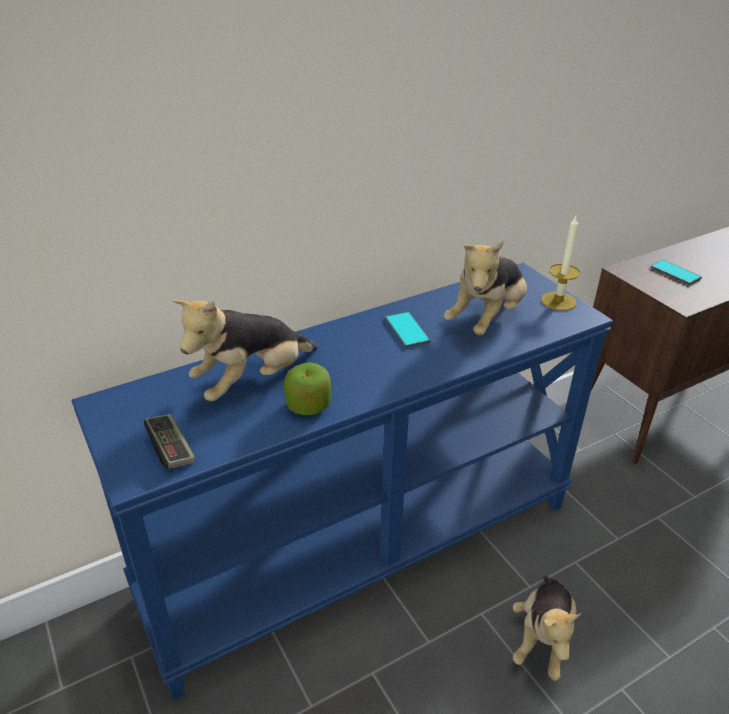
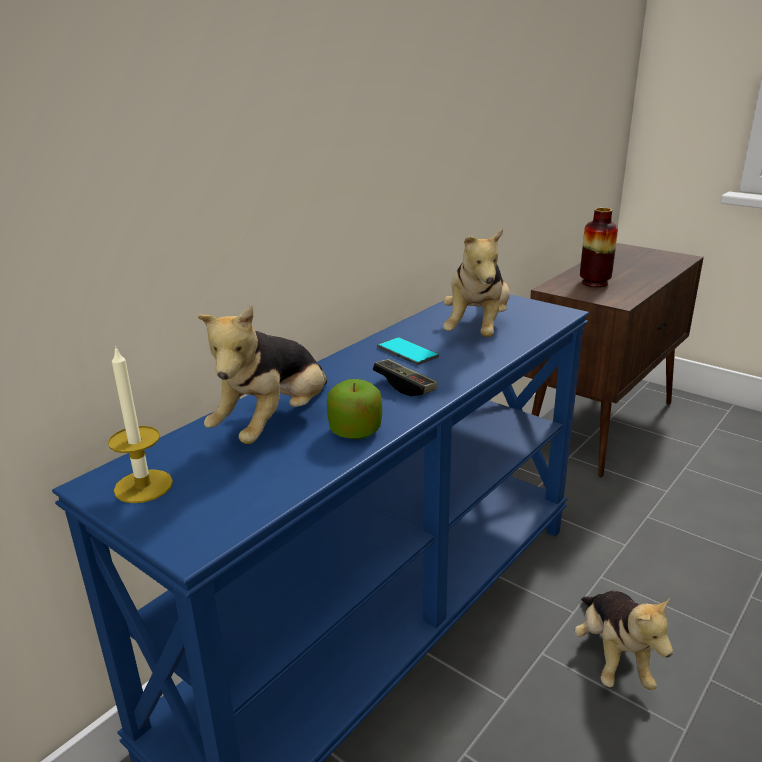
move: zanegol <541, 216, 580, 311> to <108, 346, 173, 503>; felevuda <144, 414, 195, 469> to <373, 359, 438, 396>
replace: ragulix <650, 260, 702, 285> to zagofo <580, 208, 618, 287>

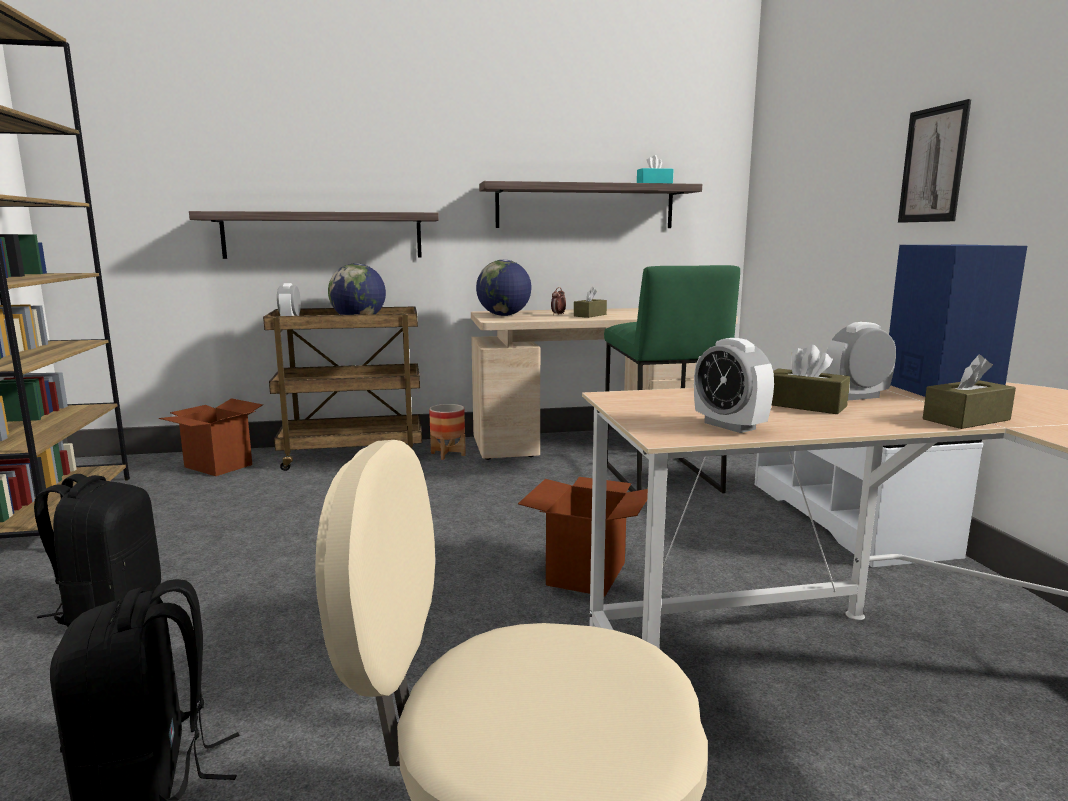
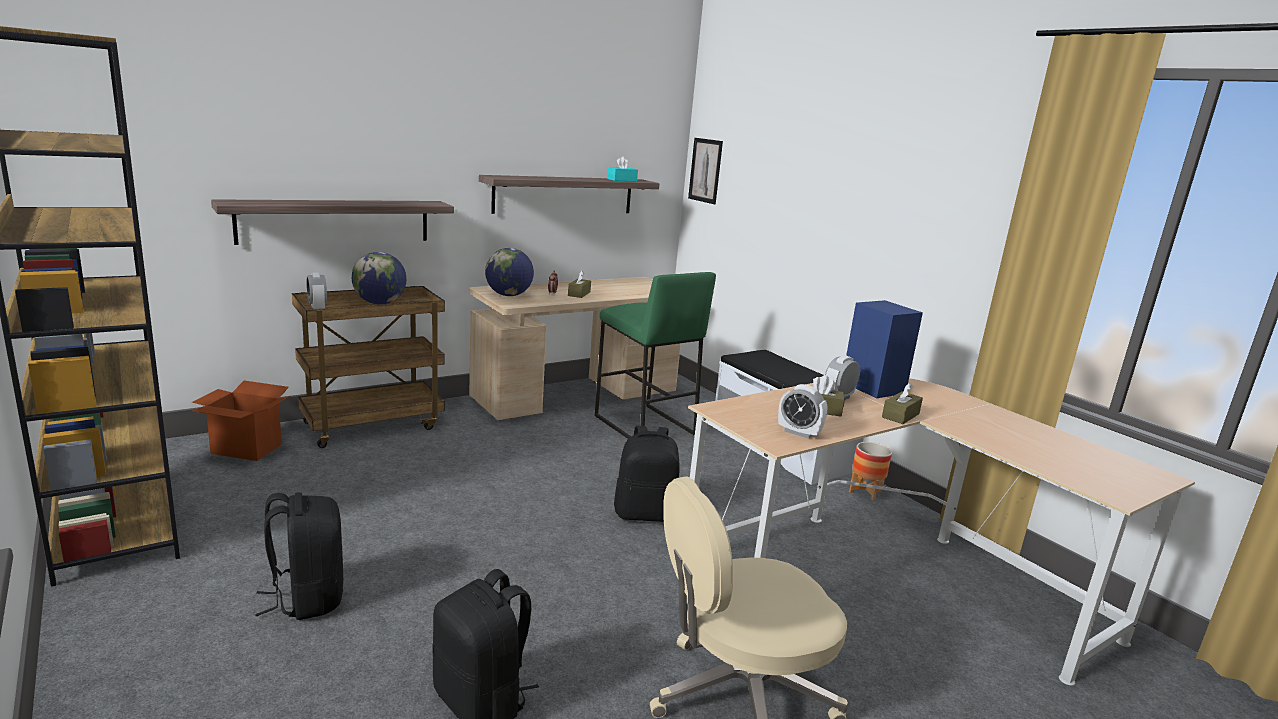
move: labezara <898, 99, 971, 223> to <688, 138, 723, 204>; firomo <429, 404, 466, 460> to <849, 442, 892, 500>
replace: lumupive <518, 477, 648, 597> to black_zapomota <614, 426, 680, 522>

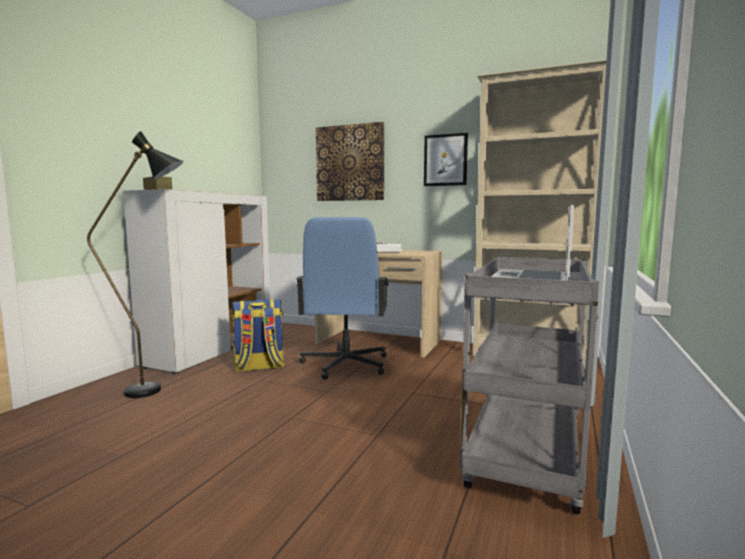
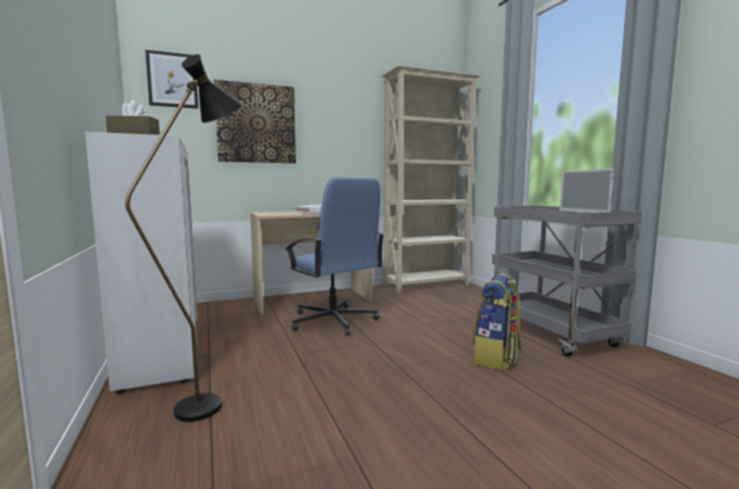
move: labezara <424, 133, 468, 186> to <145, 50, 198, 109>; zapomota <231, 299, 284, 372> to <472, 273, 521, 370>

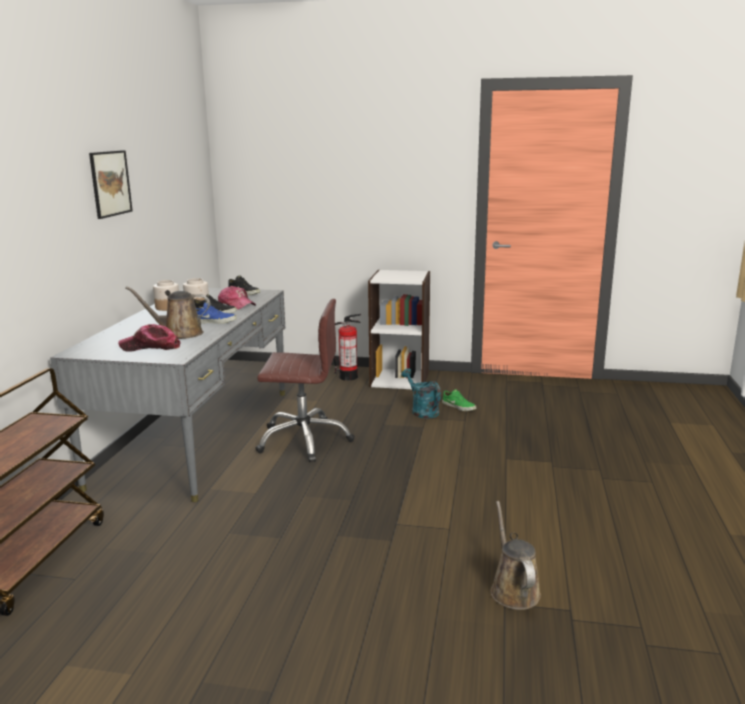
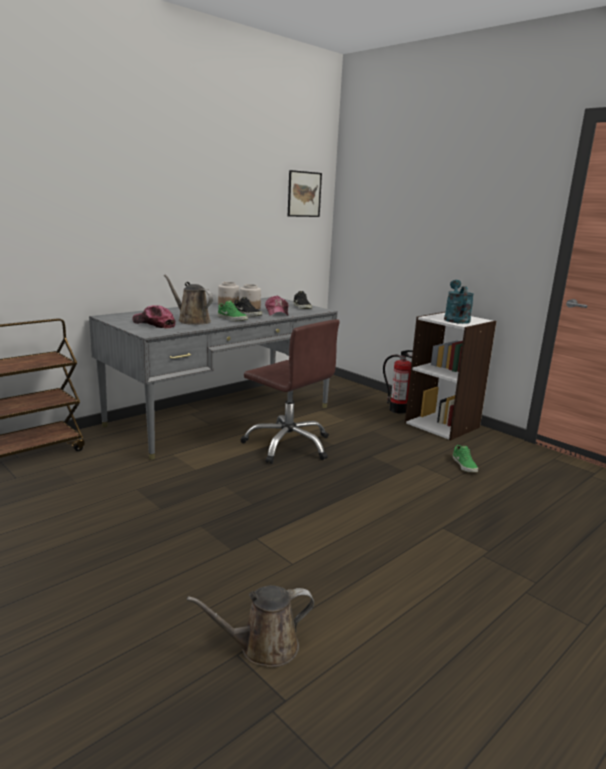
move: labezara <89, 150, 133, 219> to <288, 170, 322, 217>; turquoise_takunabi <401, 368, 441, 418> to <444, 280, 474, 324>
recolor: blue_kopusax <196, 302, 237, 324> to green_kopusax <218, 301, 248, 321>
rotate: brown_takunabi <491, 501, 541, 610> = <187, 585, 314, 667> 135 degrees counterclockwise

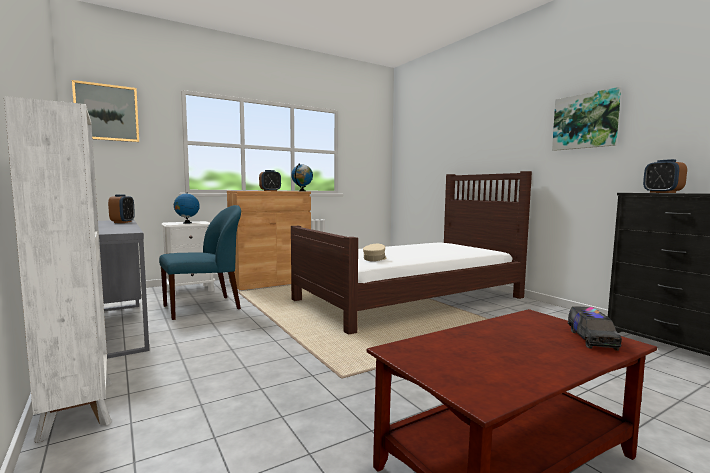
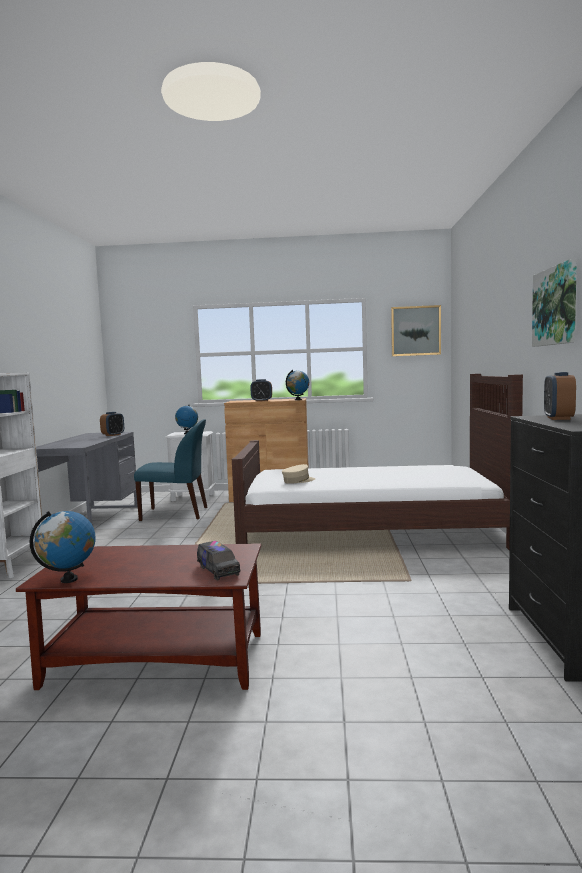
insert: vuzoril <30, 511, 95, 583>
move: labezara <72, 80, 139, 142> to <391, 305, 441, 356>
rotate: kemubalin <567, 306, 622, 351> = <197, 541, 240, 580> 75 degrees counterclockwise

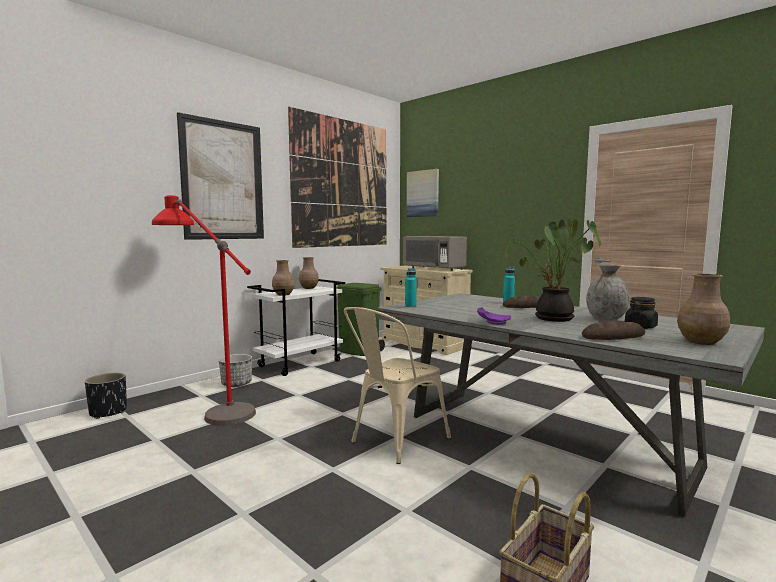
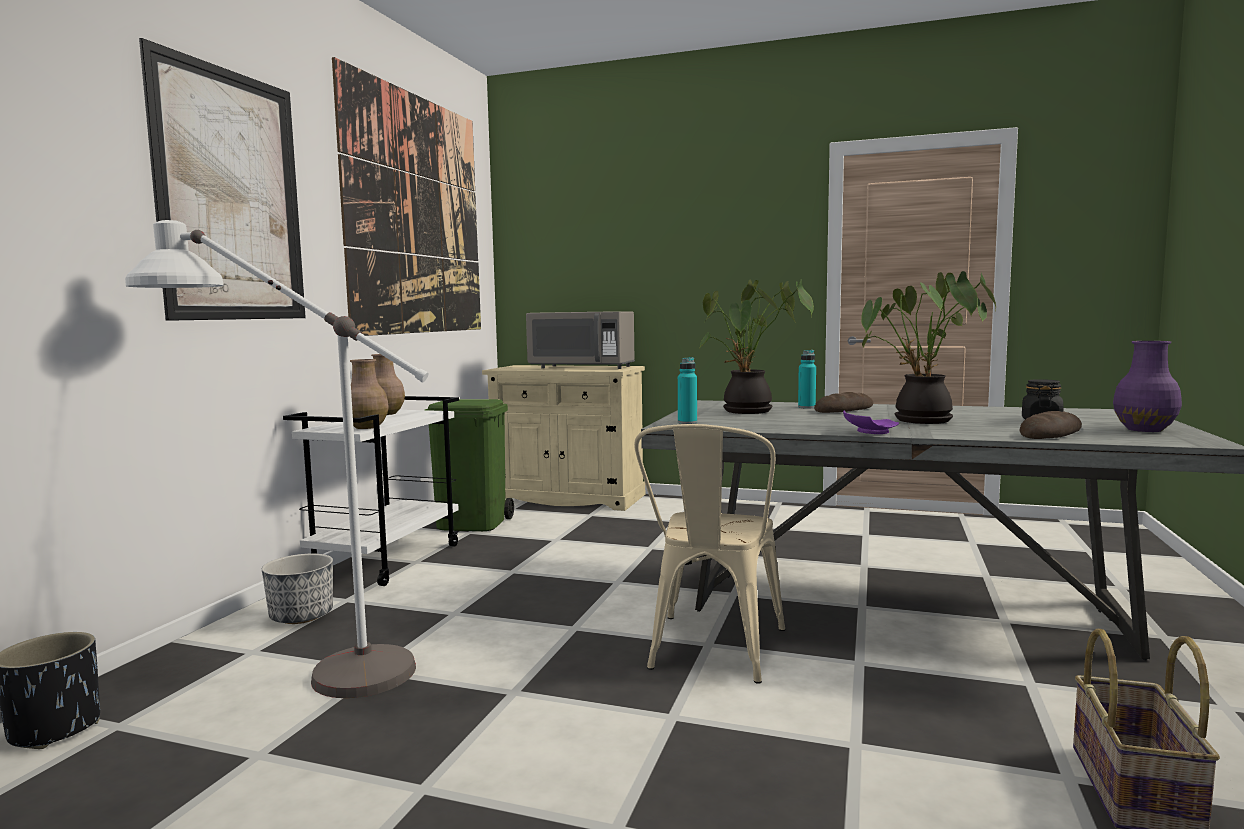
delete: labezara <407, 169, 439, 217>; grey_zagofo <586, 265, 629, 320>
insert: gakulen <700, 279, 814, 414>
recolor: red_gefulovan <152, 195, 256, 426> to white_gefulovan <125, 220, 429, 698>; brown_zagofo <677, 274, 730, 345> to purple_zagofo <1113, 341, 1182, 432>

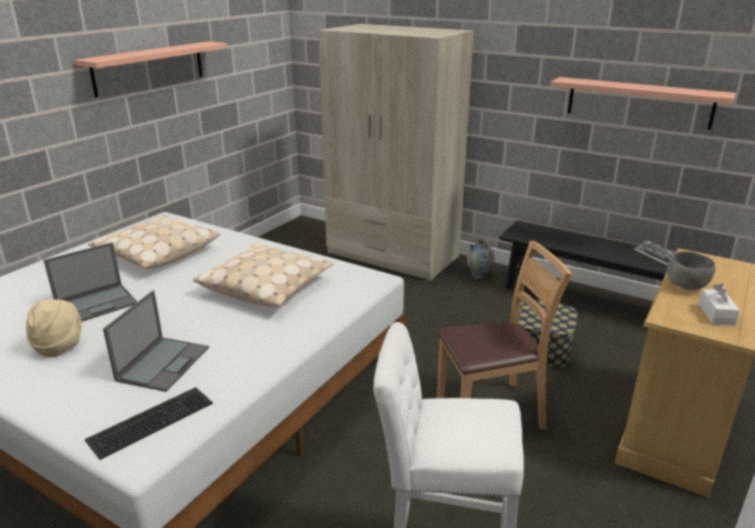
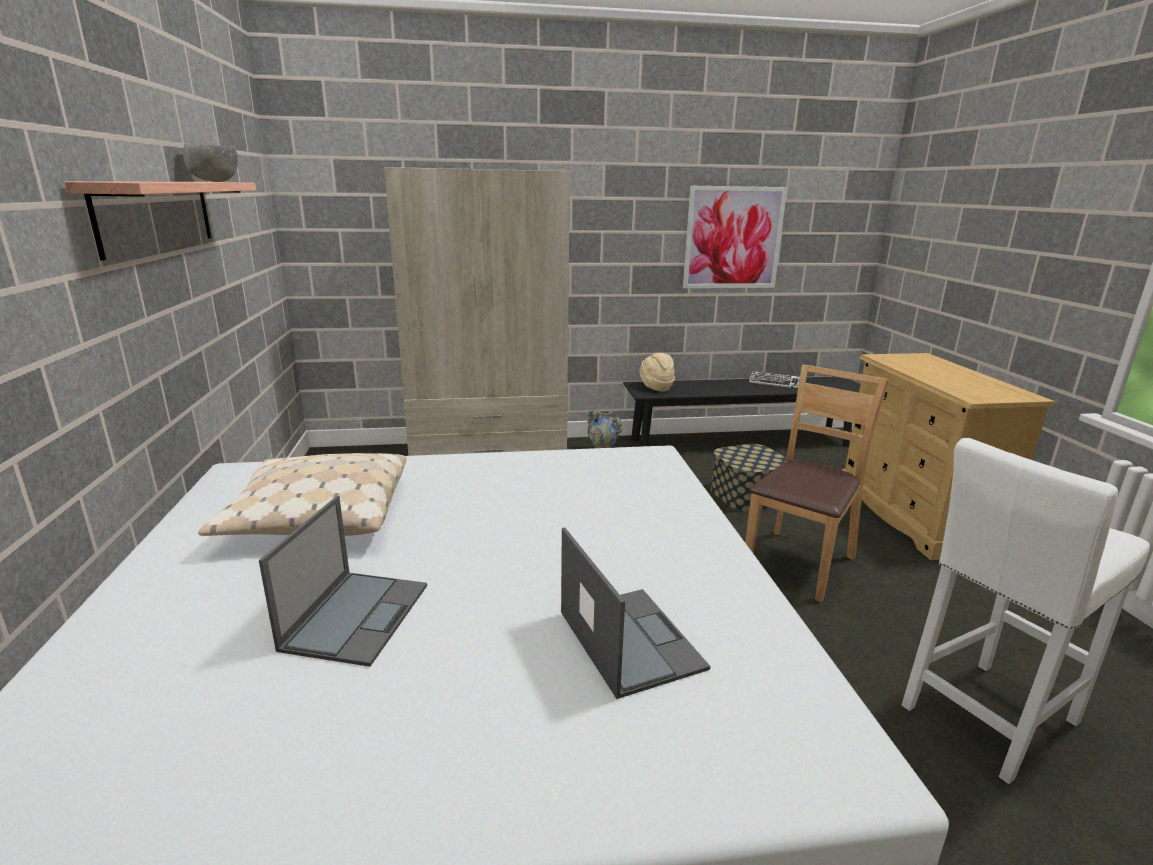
delete: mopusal <85, 387, 213, 460>; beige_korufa <193, 243, 334, 307>; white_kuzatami <699, 283, 740, 326>
move: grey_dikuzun <667, 251, 715, 290> to <183, 143, 238, 182>; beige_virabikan <26, 299, 82, 357> to <639, 353, 675, 392>
replace: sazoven <550, 77, 736, 130> to labezara <683, 186, 787, 288>

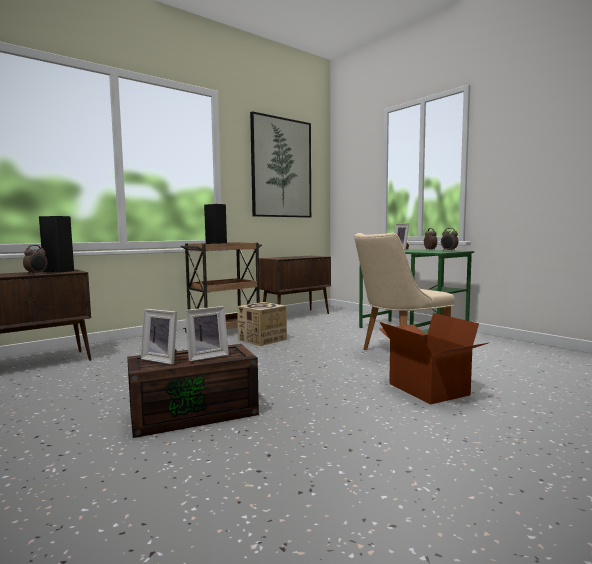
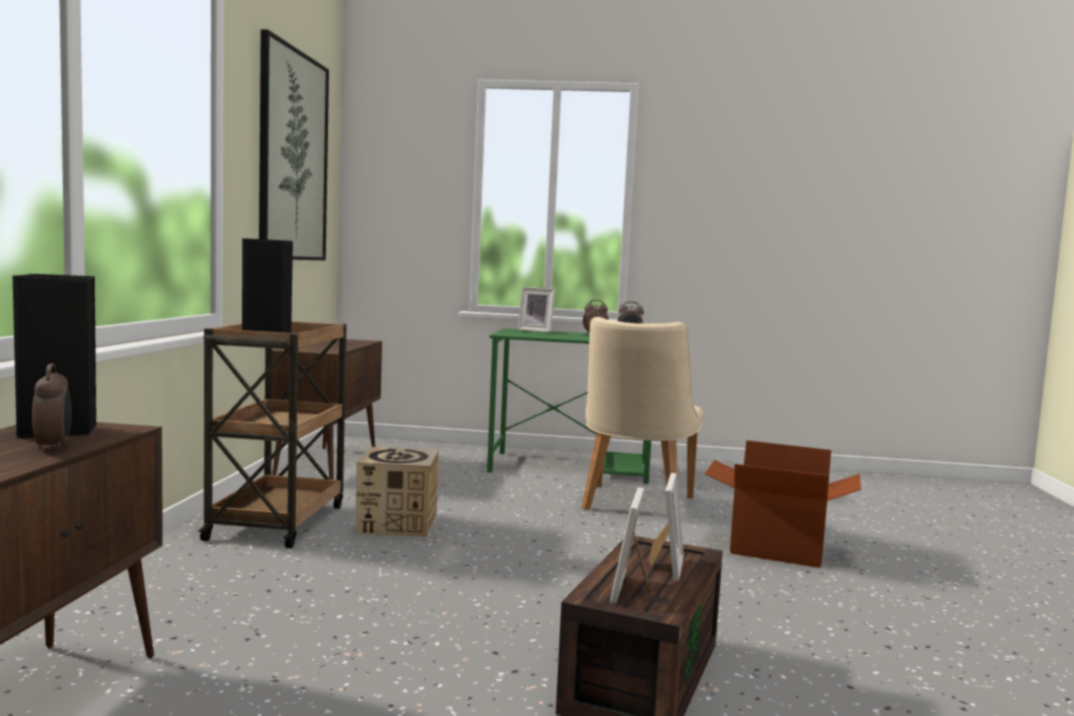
rotate: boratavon <141, 309, 177, 364> = <610, 487, 650, 603> 120 degrees clockwise

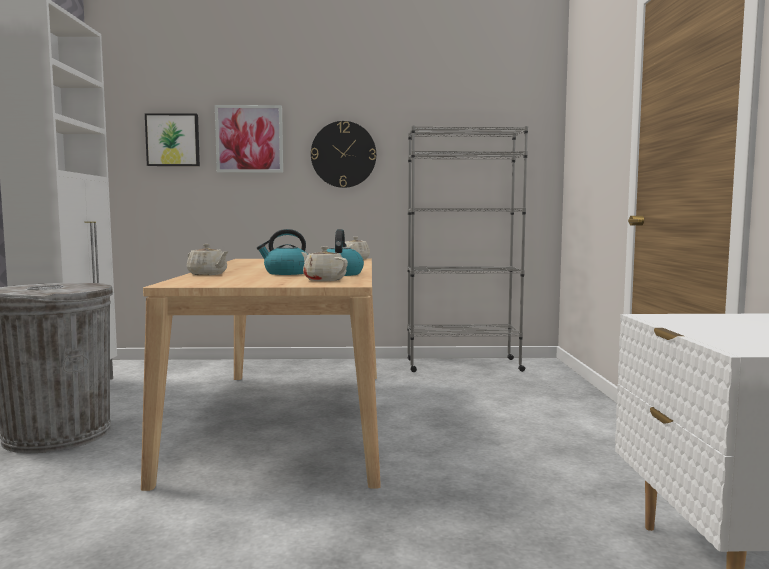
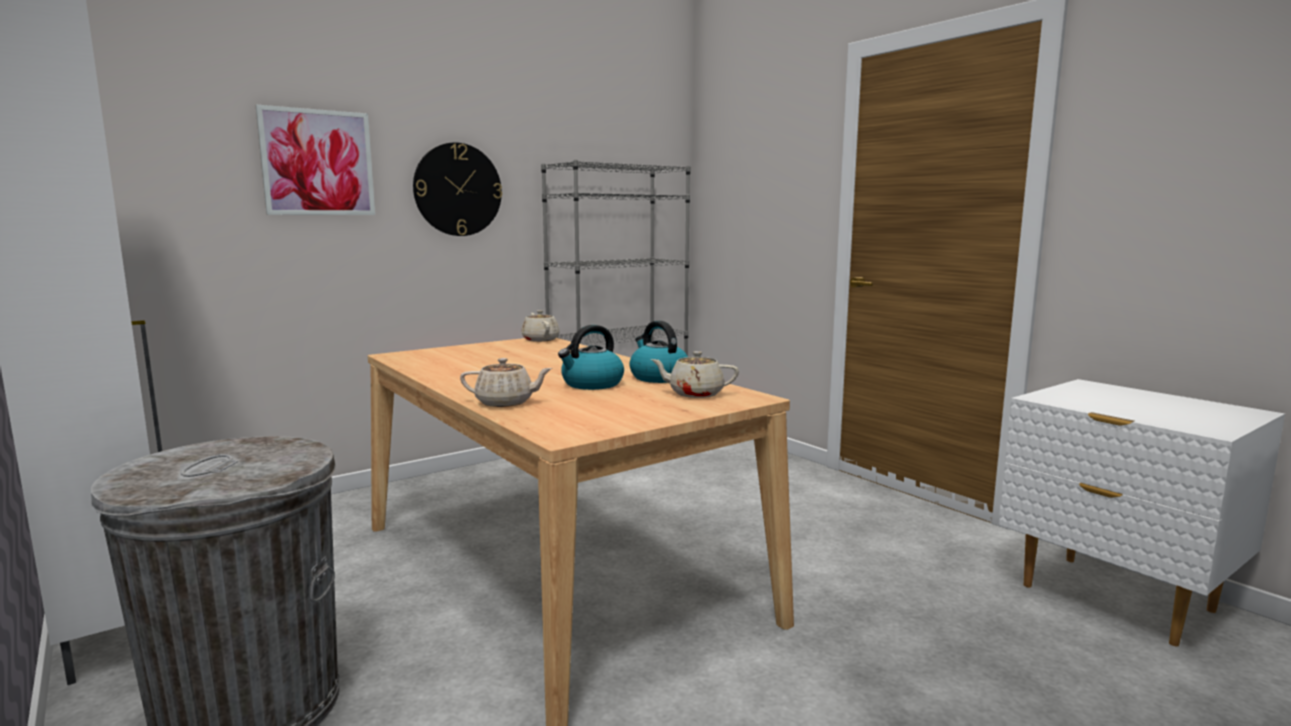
delete: labezara <145, 113, 200, 166>

